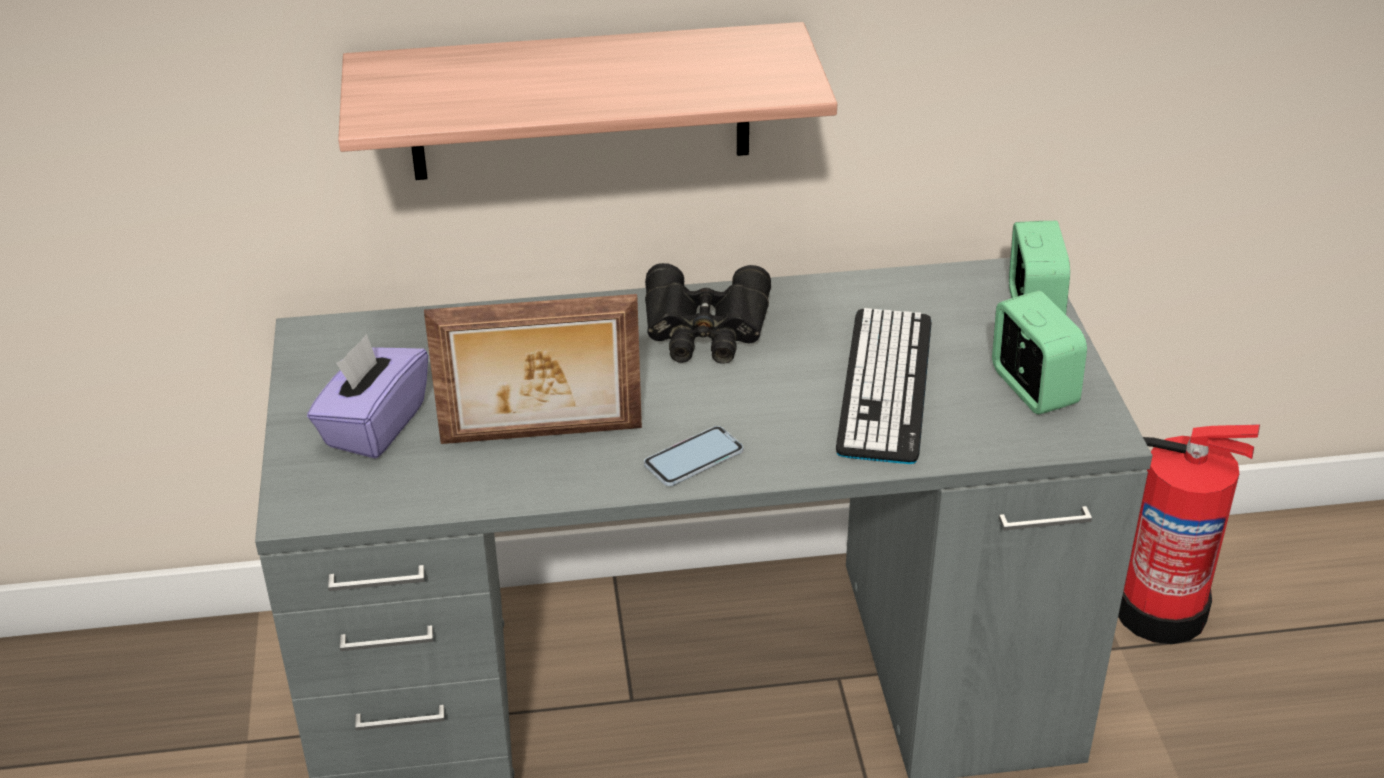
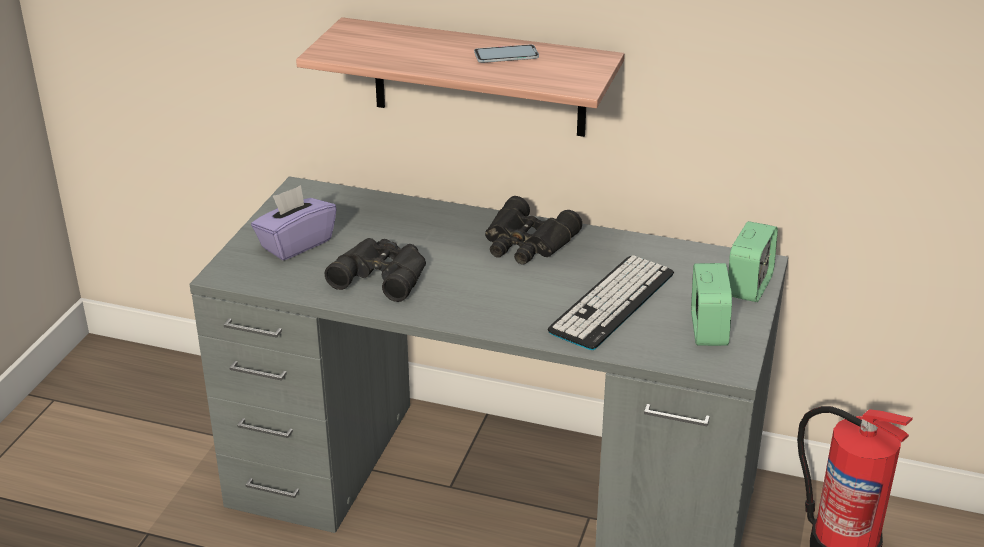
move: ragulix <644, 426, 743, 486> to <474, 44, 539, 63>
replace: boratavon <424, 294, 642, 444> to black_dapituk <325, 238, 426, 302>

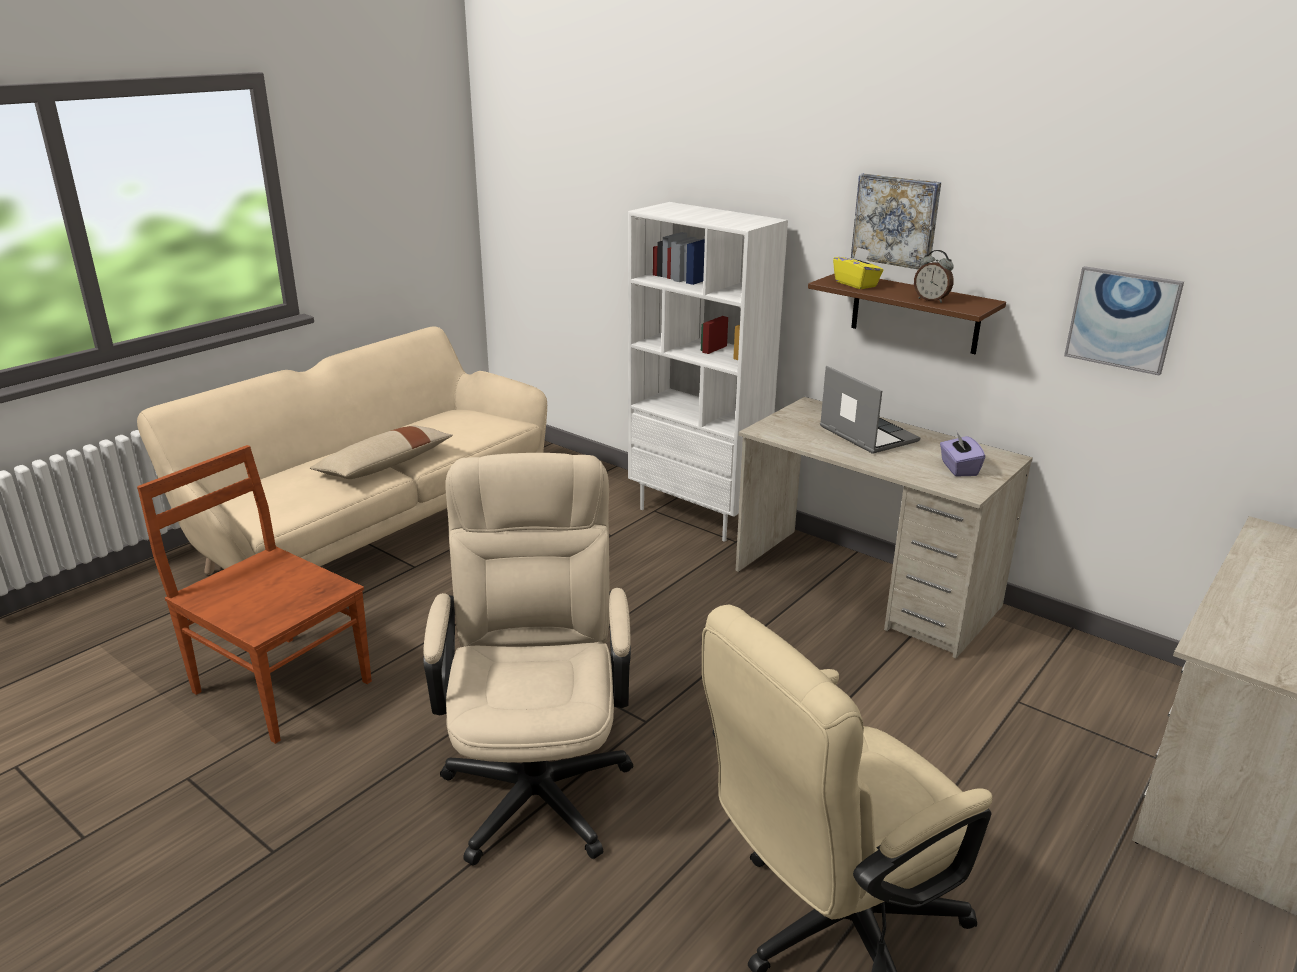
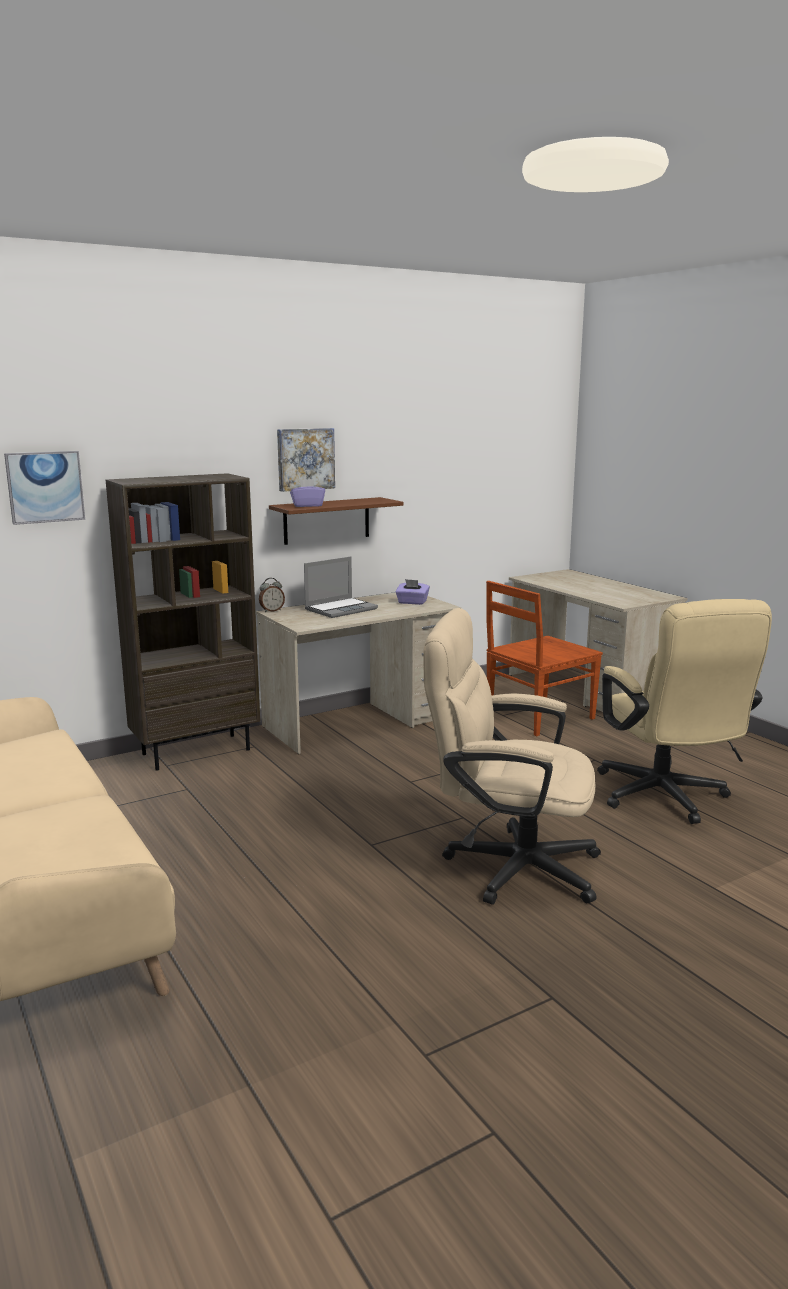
delete: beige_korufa <310, 426, 453, 479>
move: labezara <1064, 266, 1184, 376> to <4, 451, 85, 525>; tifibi <914, 250, 954, 303> to <259, 578, 285, 612>; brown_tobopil <137, 445, 372, 744> to <486, 581, 603, 737>
recolor: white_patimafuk <628, 202, 788, 541> to brown_patimafuk <106, 473, 260, 771>; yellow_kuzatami <833, 247, 884, 289> to purple_kuzatami <290, 479, 325, 507>
rotate: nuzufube <820, 366, 921, 454> = <304, 557, 378, 618> 150 degrees clockwise

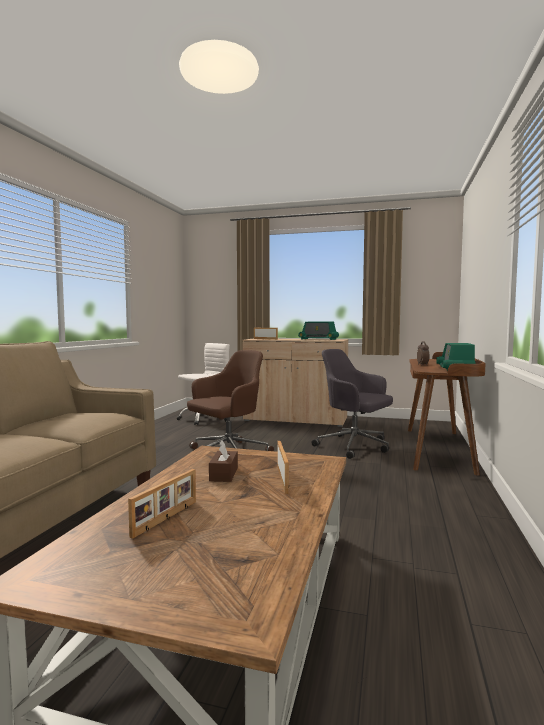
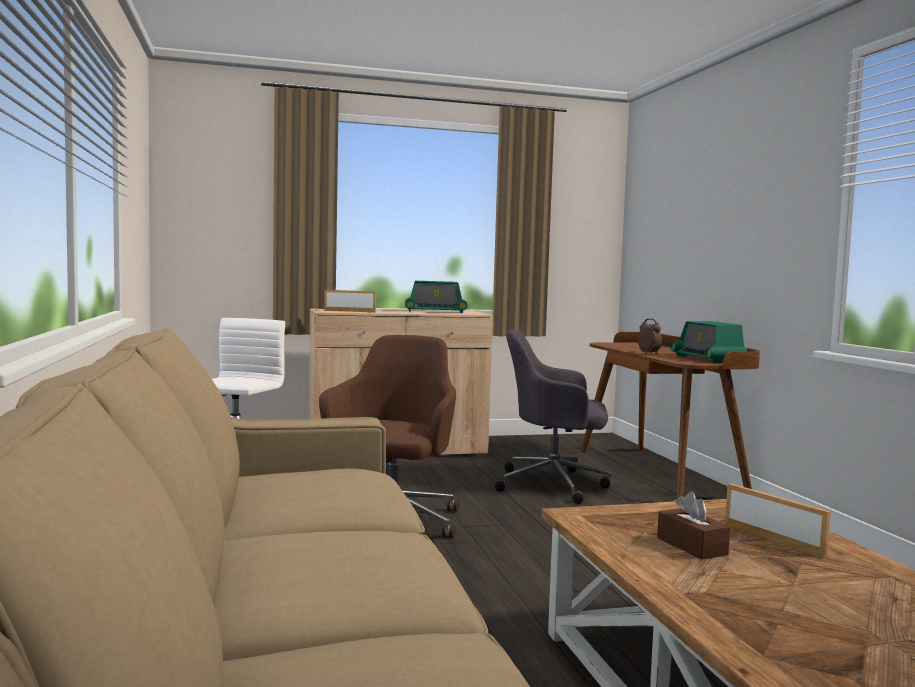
delete: boratavon <128, 469, 196, 539>

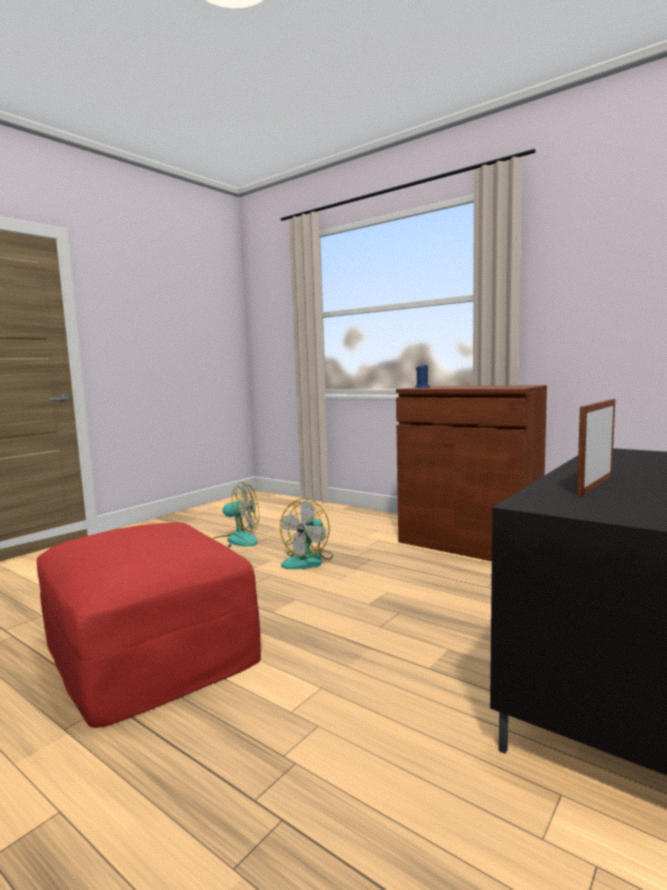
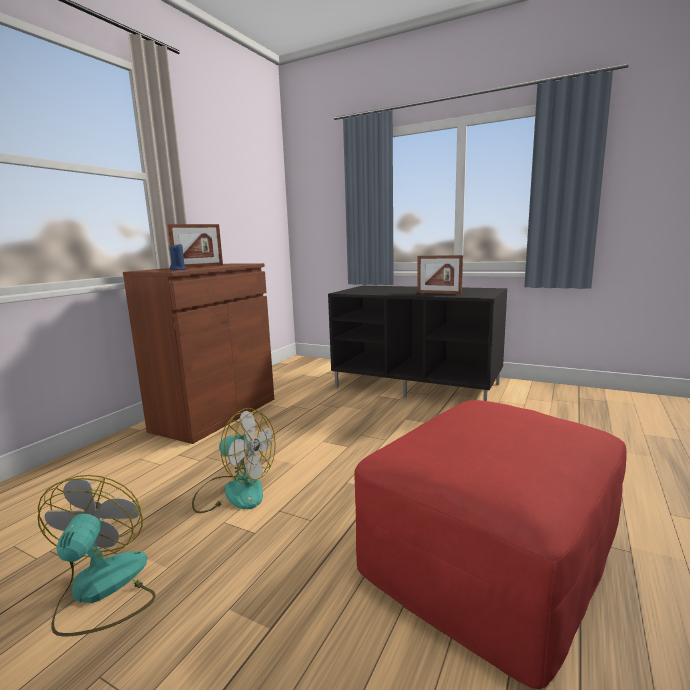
insert: boratavon <168, 224, 223, 268>

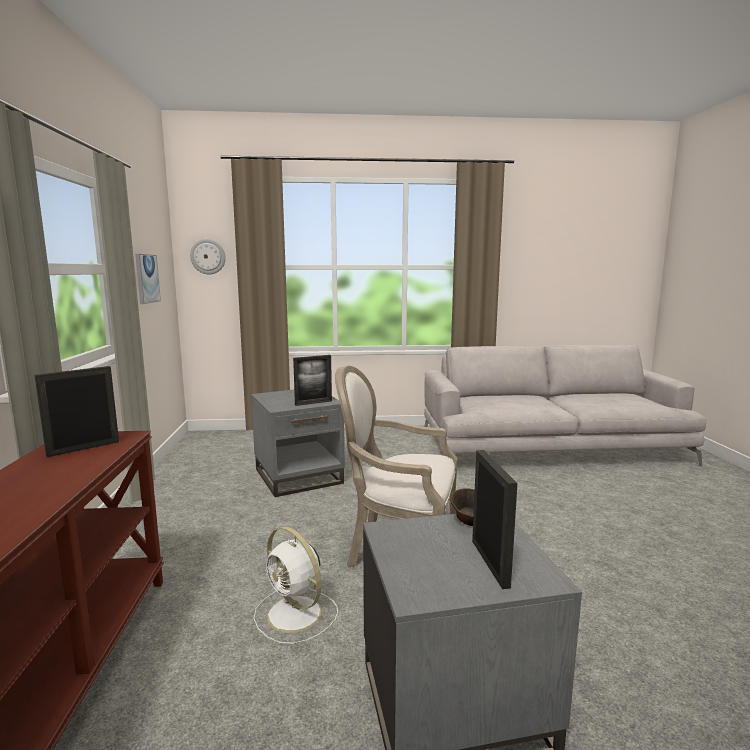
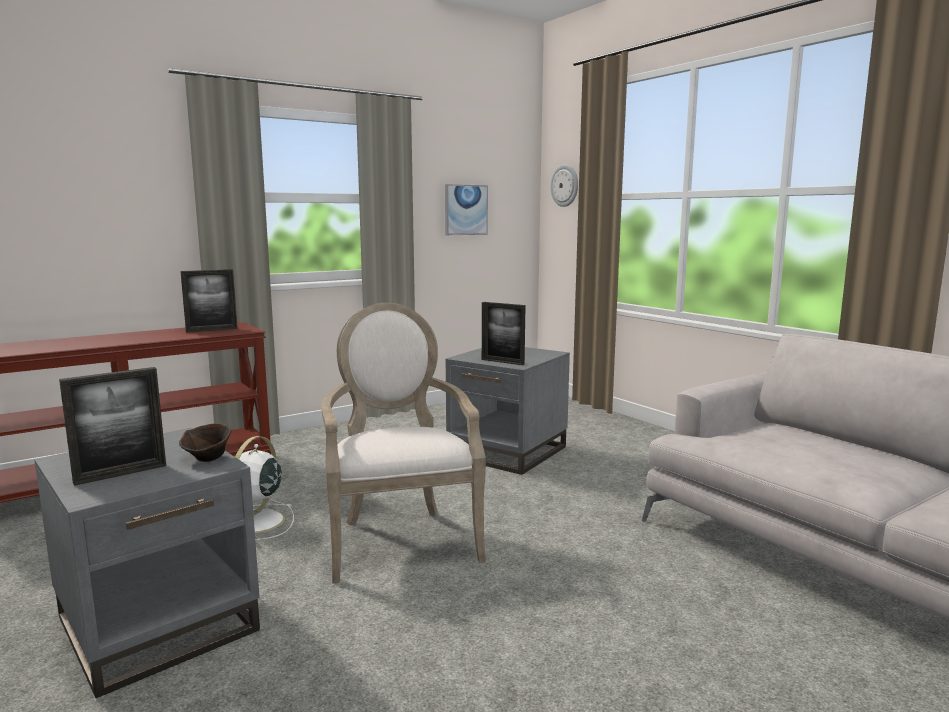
rotate: boratavon <34, 366, 119, 457> = <180, 269, 237, 333> 135 degrees clockwise

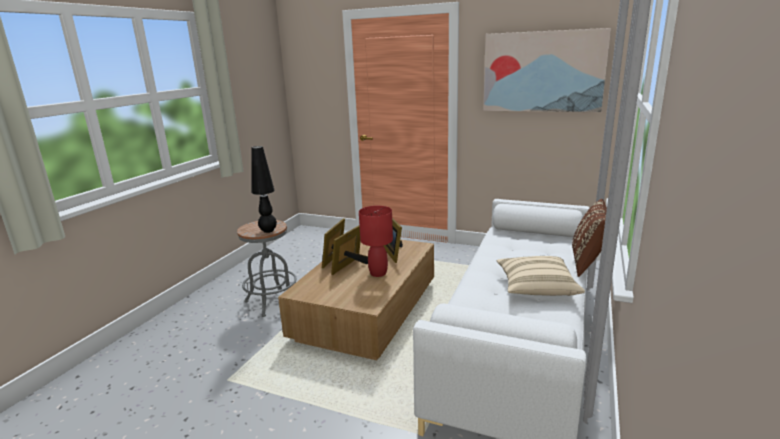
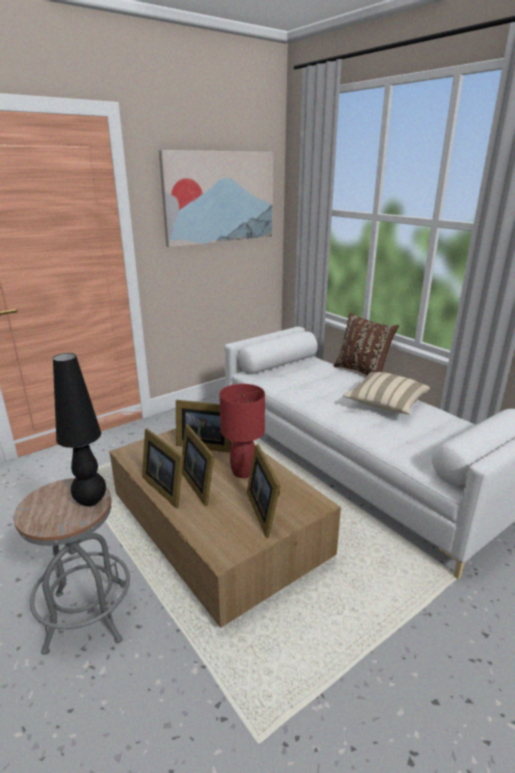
insert: boratavon <247, 444, 281, 538>

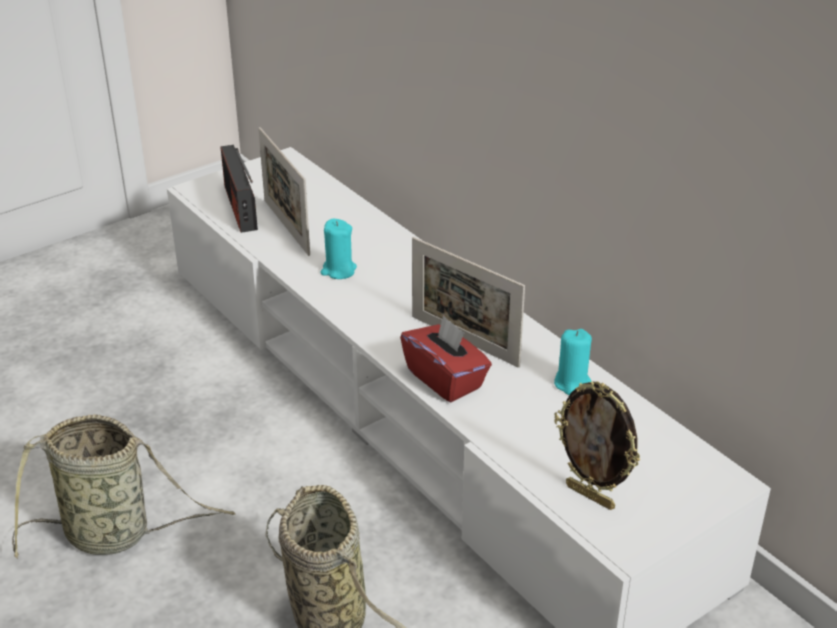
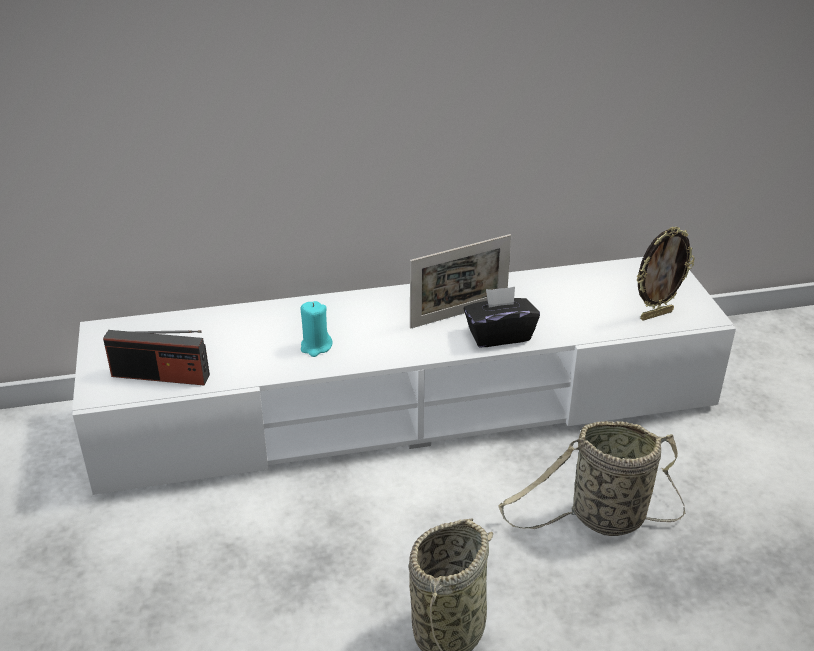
delete: boratavon <258, 127, 310, 256>; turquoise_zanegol <554, 329, 592, 395>
recolor: red_kuzatami <400, 315, 492, 402> to black_kuzatami <464, 287, 540, 347>

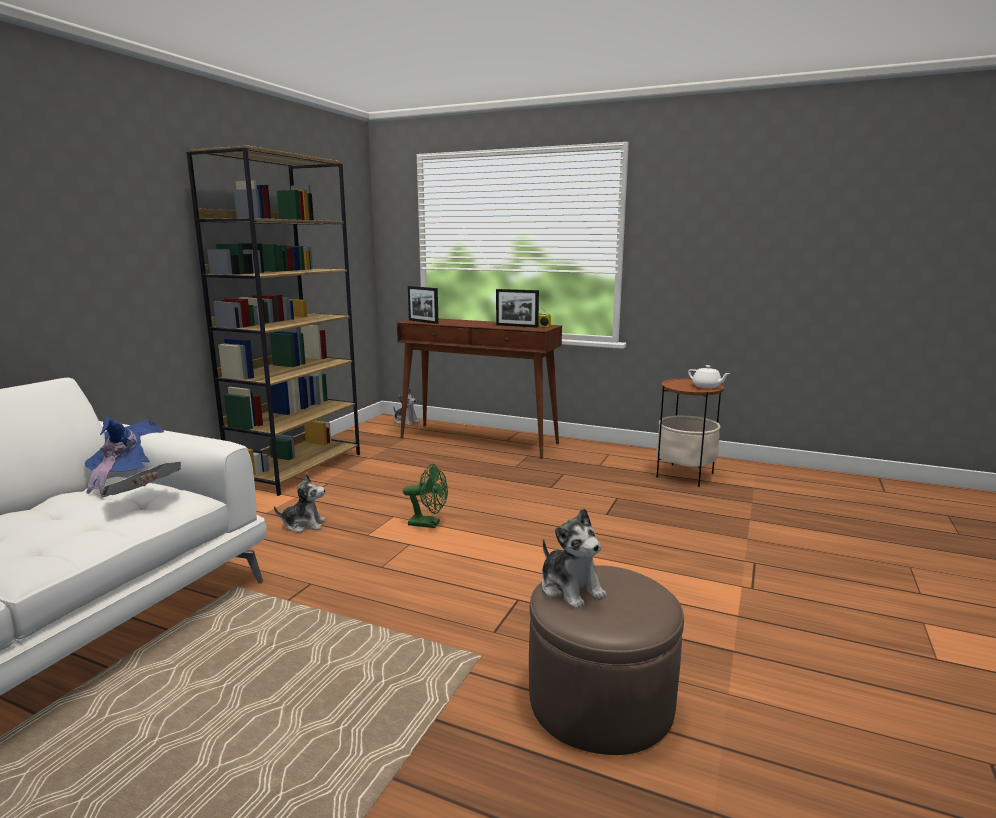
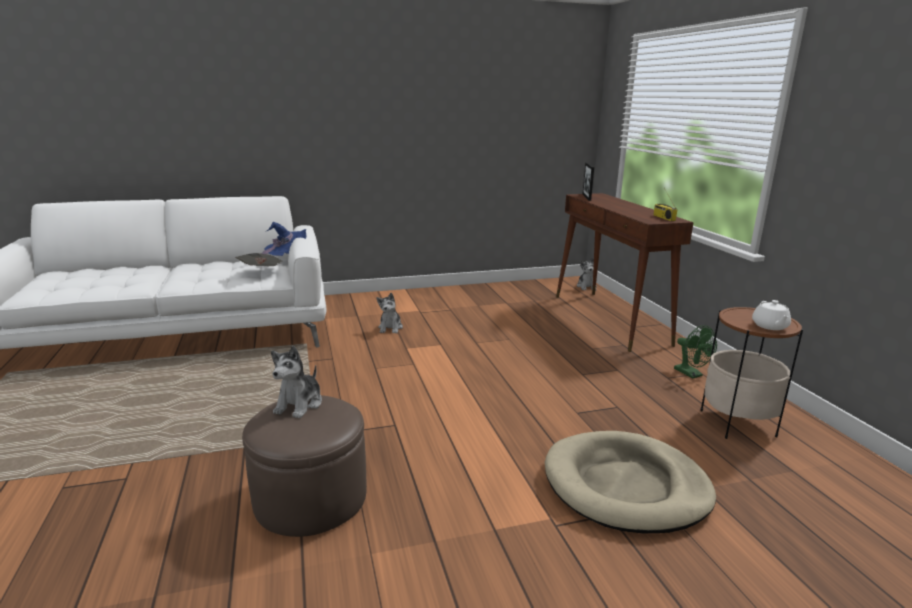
delete: brown_patimafuk <186, 145, 360, 496>; boratavon <496, 289, 539, 328>
insert: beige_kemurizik <545, 431, 716, 533>
move: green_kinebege <403, 464, 448, 528> to <674, 325, 717, 379>
rotate: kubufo <274, 474, 326, 533> = <376, 293, 403, 333> 45 degrees clockwise

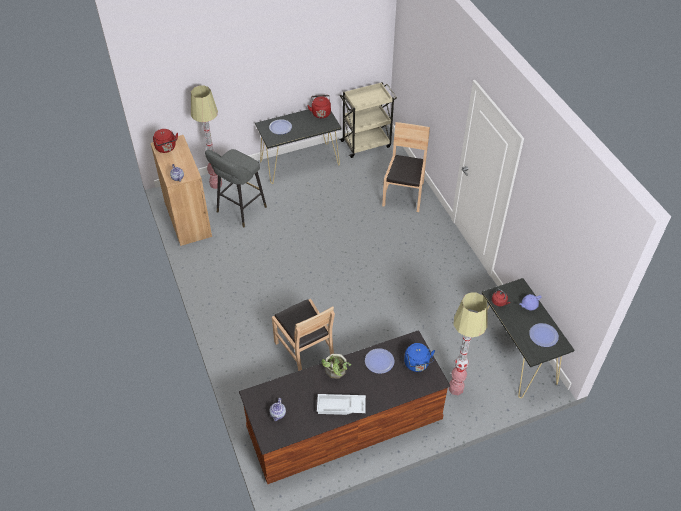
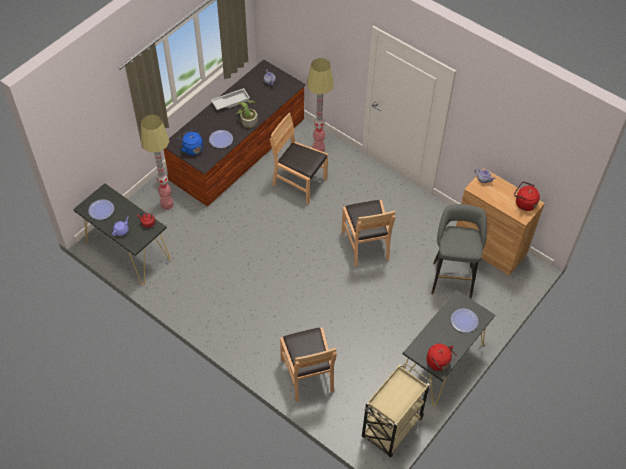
insert: brown_tobopil <341, 200, 396, 267>
move: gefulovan <191, 86, 222, 189> to <307, 58, 334, 152>

